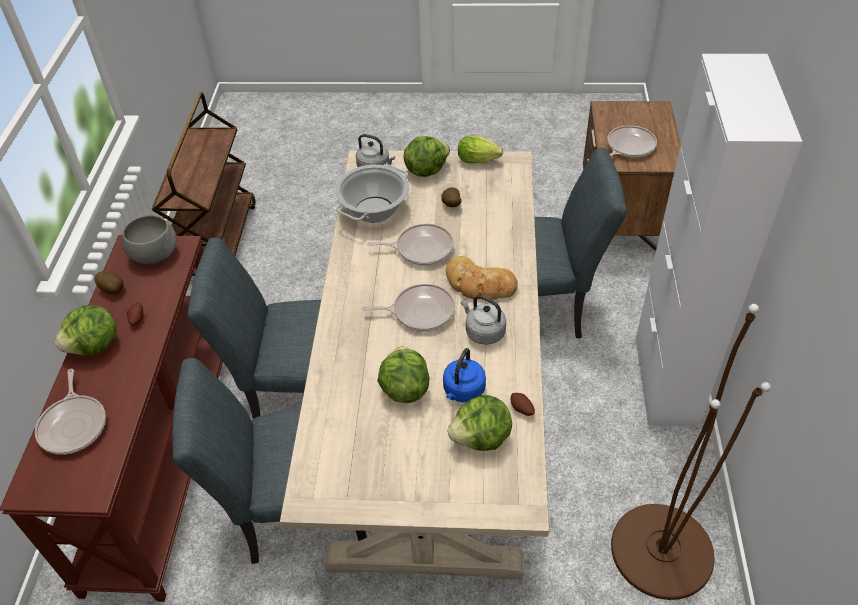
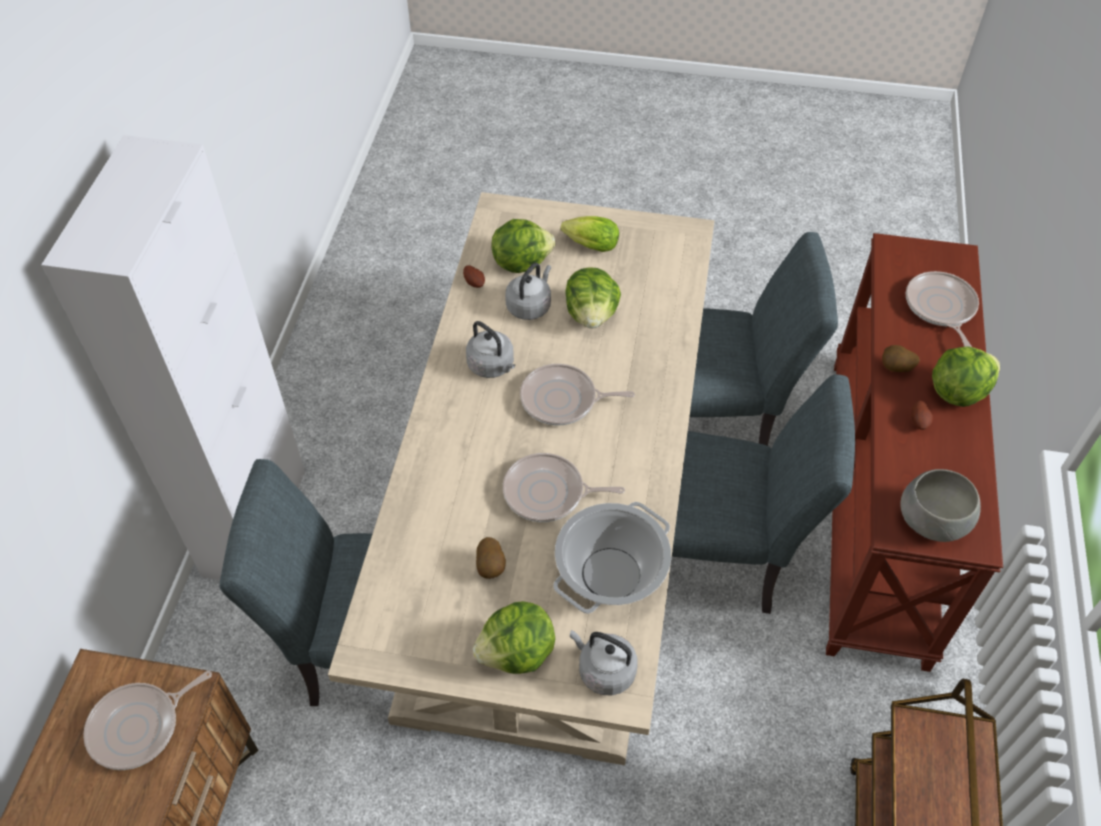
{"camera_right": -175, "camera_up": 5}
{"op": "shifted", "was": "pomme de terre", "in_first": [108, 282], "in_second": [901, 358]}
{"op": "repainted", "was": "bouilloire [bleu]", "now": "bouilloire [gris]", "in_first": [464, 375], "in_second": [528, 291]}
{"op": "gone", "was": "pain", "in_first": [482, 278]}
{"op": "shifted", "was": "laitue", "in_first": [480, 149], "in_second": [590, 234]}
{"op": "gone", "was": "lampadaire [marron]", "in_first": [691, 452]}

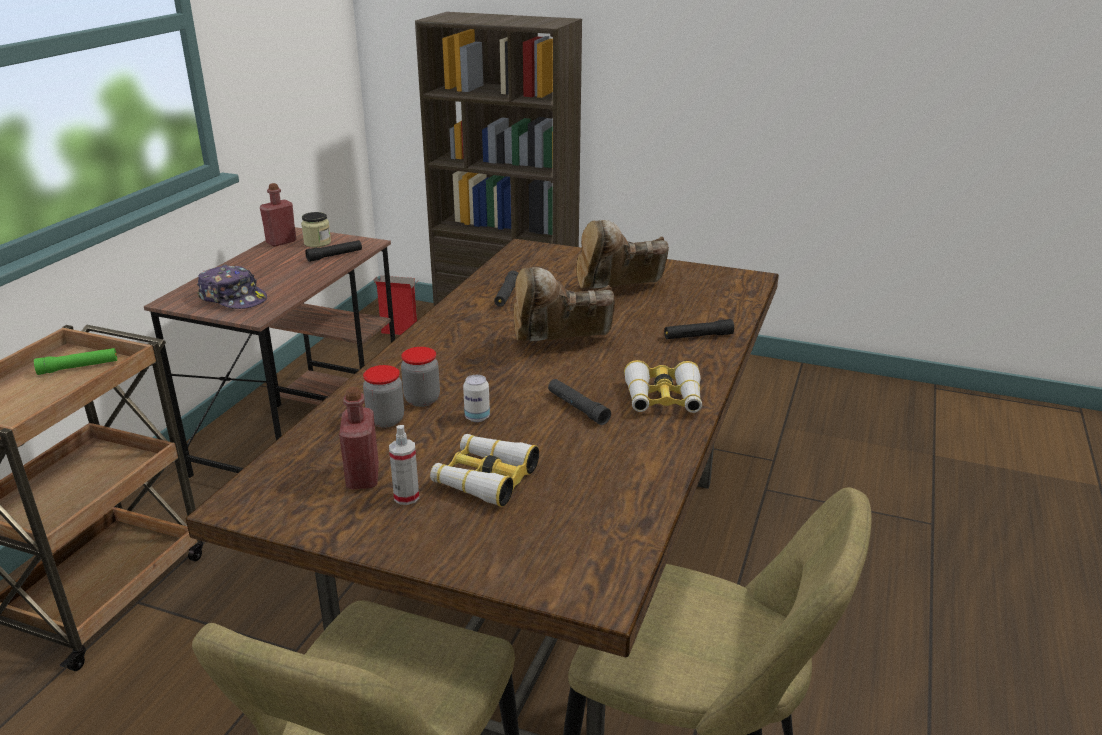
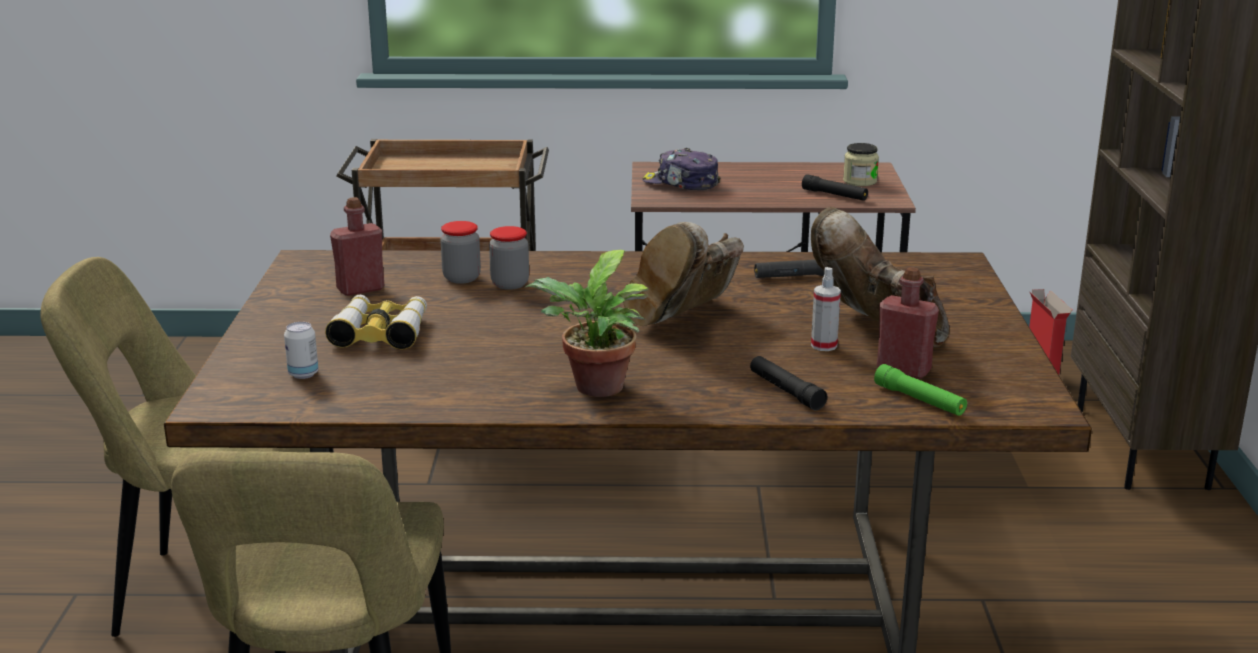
{"camera_right": 70, "camera_up": -5}
{"op": "shifted", "was": "lampe de poche [vert]", "in_first": [75, 361], "in_second": [920, 390]}
{"op": "rotated", "was": "casquette", "in_first": [232, 286], "in_second": [681, 169], "clockwise": 105}
{"op": "shifted", "was": "bouteille [rouge]", "in_first": [278, 215], "in_second": [908, 323]}
{"op": "shifted", "was": "vaporisateur", "in_first": [404, 465], "in_second": [826, 309]}
{"op": "shifted", "was": "boîte métallique", "in_first": [476, 398], "in_second": [301, 350]}
{"op": "rotated", "was": "botte [marron]", "in_first": [564, 304], "in_second": [684, 274], "clockwise": -105}
{"op": "gone", "was": "lampe de poche [noir]", "in_first": [579, 402]}
{"op": "swapped", "was": "jumelles", "now": "plante en pot", "in_first": [663, 386], "in_second": [586, 323]}

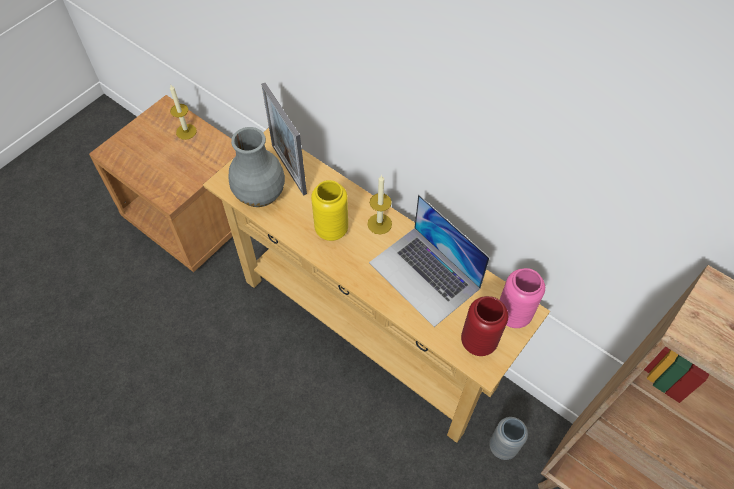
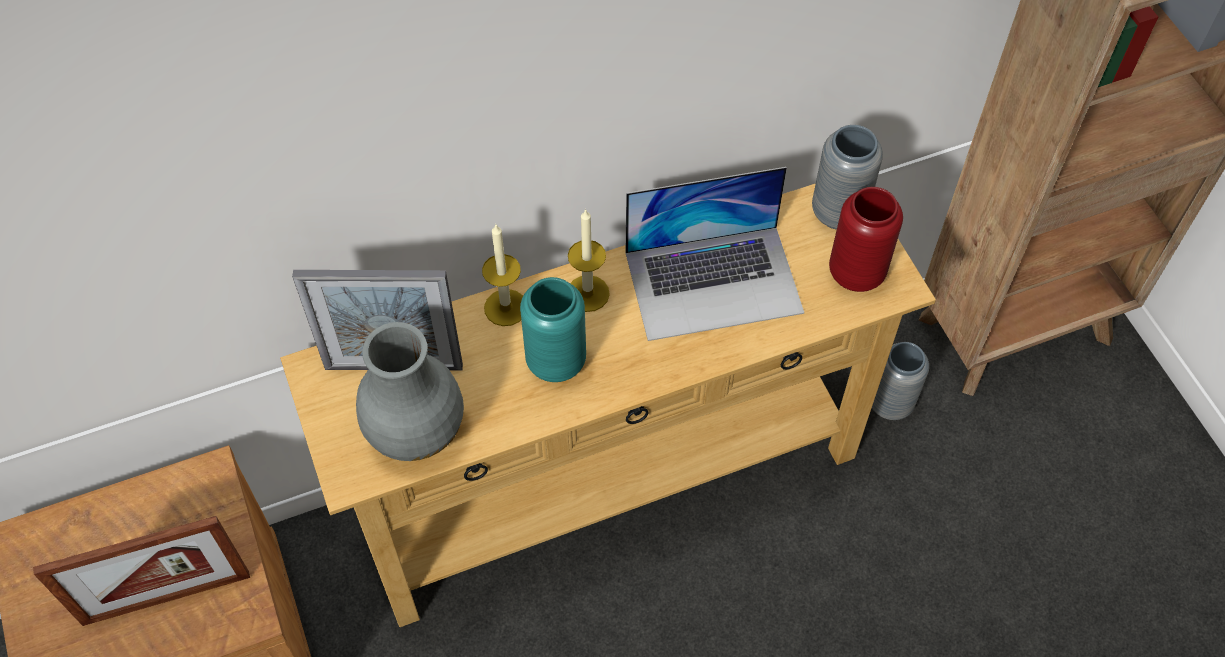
{"camera_right": -60, "camera_up": 0}
{"op": "shifted", "was": "bougie", "in_first": [183, 112], "in_second": [502, 275]}
{"op": "repainted", "was": "vase [jaune]", "now": "vase [turquoise]", "in_first": [329, 210], "in_second": [553, 329]}
{"op": "repainted", "was": "vase [rose]", "now": "vase [gris]", "in_first": [522, 298], "in_second": [847, 177]}
{"op": "new", "now": "cadre photo", "in_second": [141, 571]}

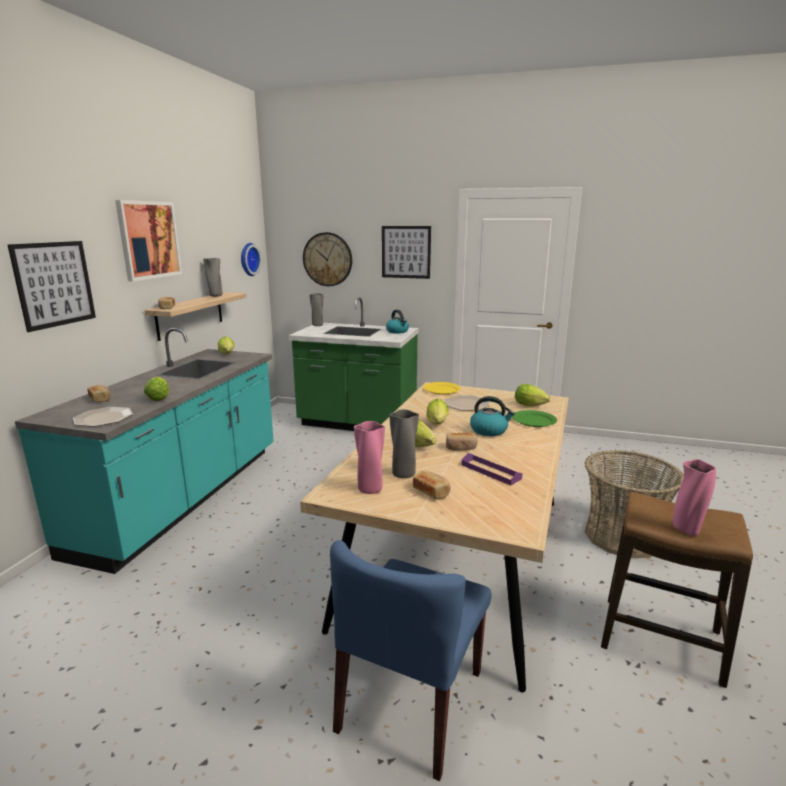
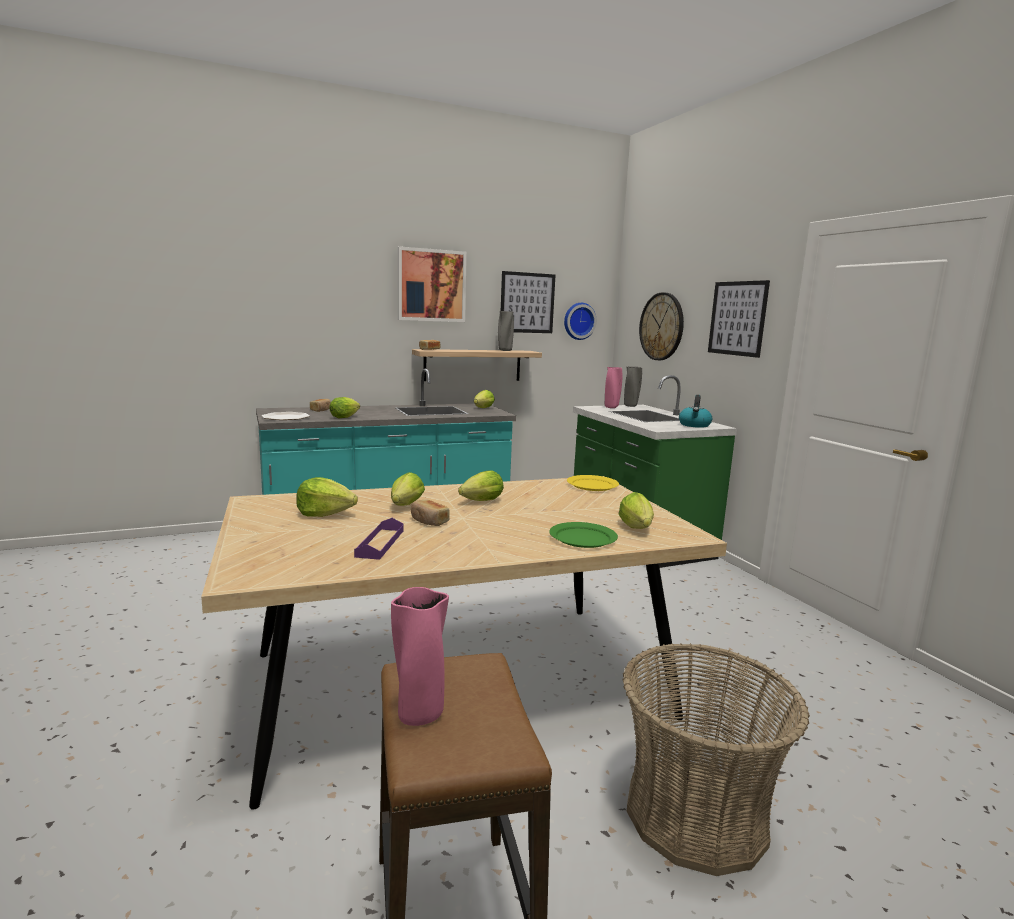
{"camera_right": 50, "camera_up": -5}
{"op": "shifted", "was": "tableau", "in_first": [51, 286], "in_second": [528, 302]}
{"op": "gone", "was": "chaise [bleu]", "in_first": [411, 660]}
{"op": "shifted", "was": "vase [rose]", "in_first": [369, 457], "in_second": [613, 387]}
{"op": "swapped", "was": "vase [gris]", "now": "laitue", "in_first": [404, 443], "in_second": [327, 497]}
{"op": "gone", "was": "pain", "in_first": [431, 485]}
{"op": "gone", "was": "assiette", "in_first": [467, 403]}
{"op": "gone", "was": "bouilloire", "in_first": [492, 416]}

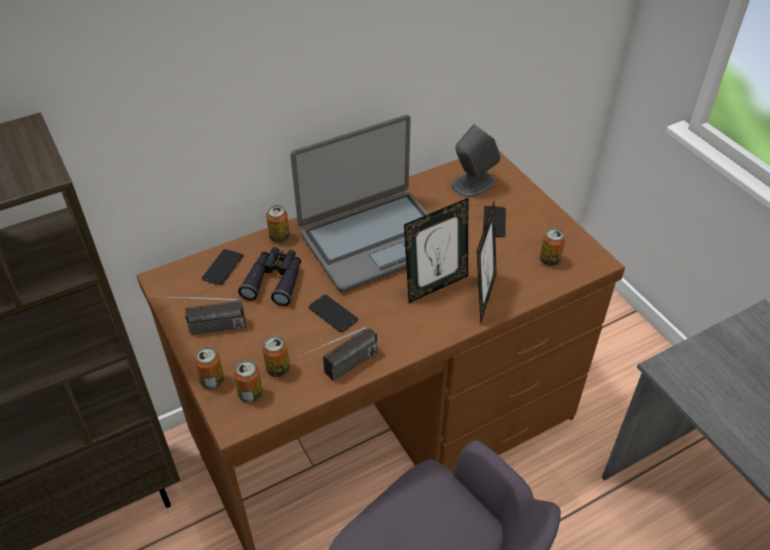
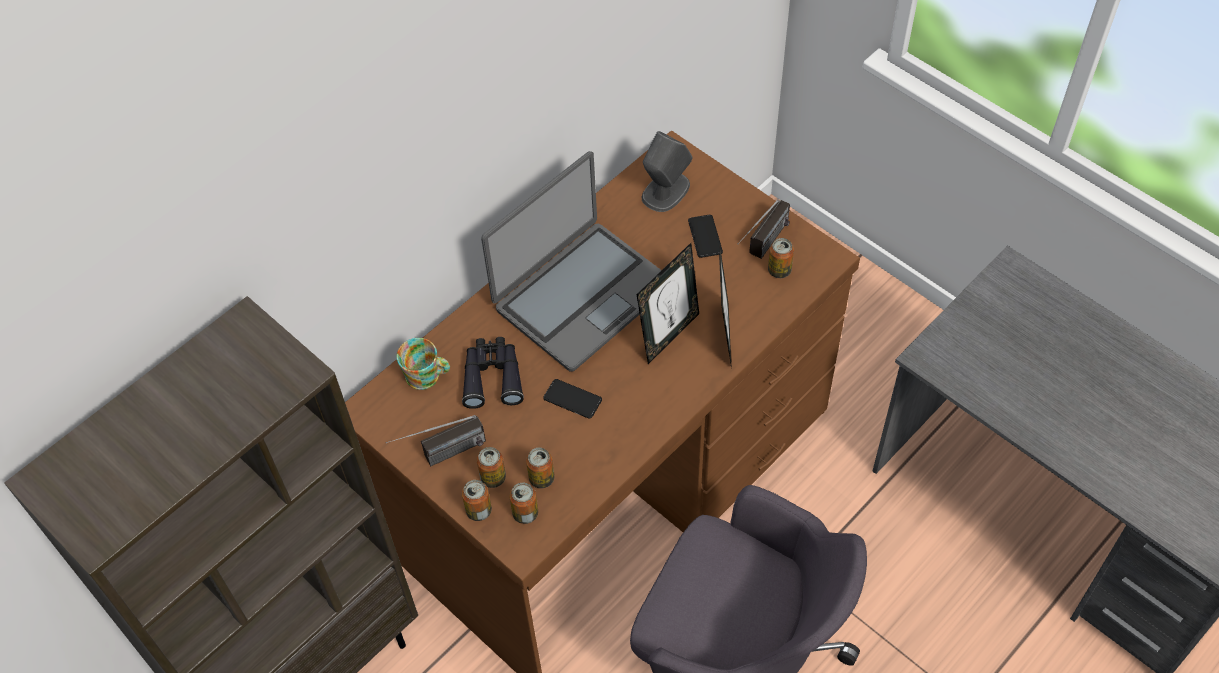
{"camera_right": -15, "camera_up": 10}
{"op": "swapped", "was": "téléphone", "now": "mug", "in_first": [222, 267], "in_second": [423, 364]}
{"op": "shifted", "was": "boîte métallique", "in_first": [278, 224], "in_second": [491, 467]}
{"op": "shifted", "was": "radio", "in_first": [336, 353], "in_second": [763, 229]}

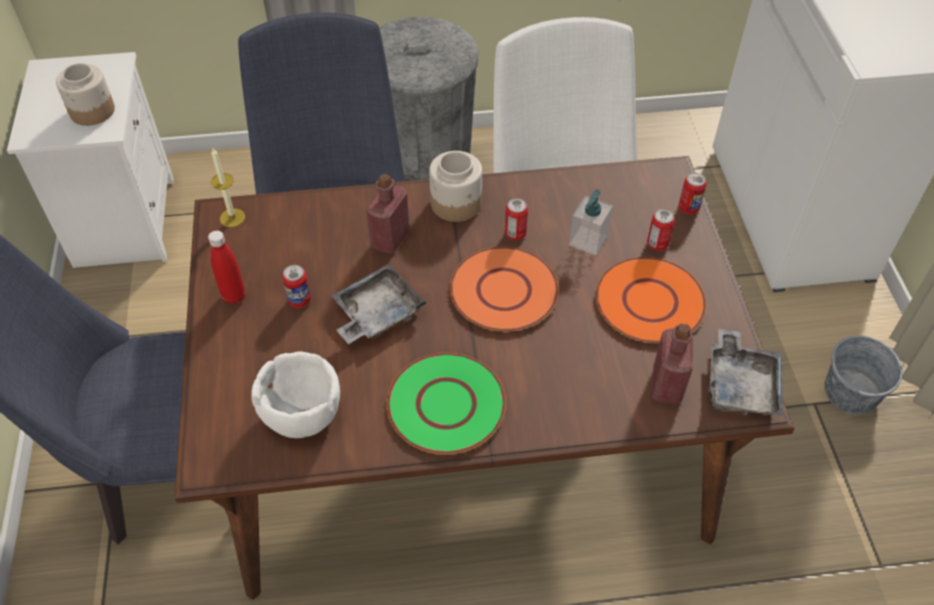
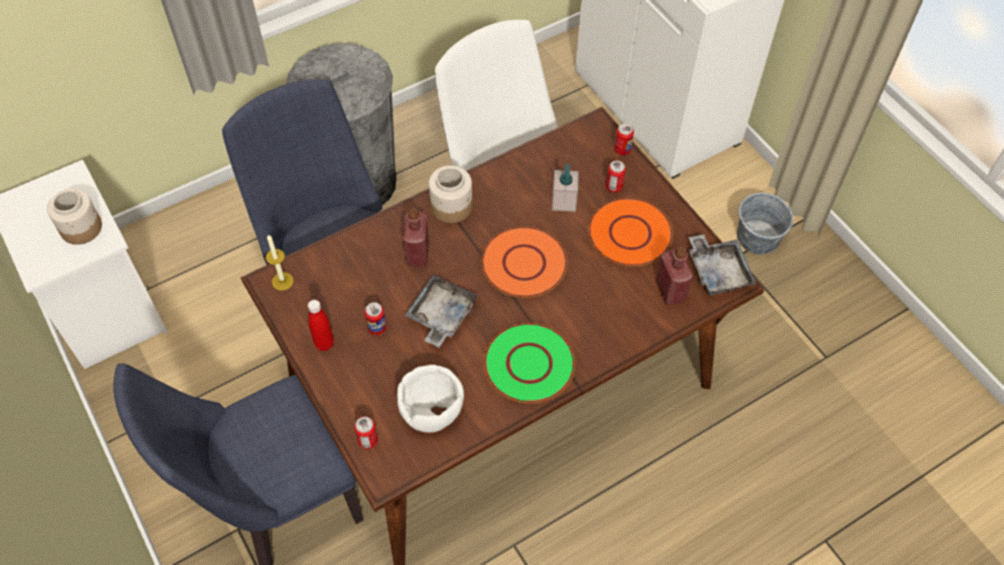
{"camera_right": -25, "camera_up": 5}
{"op": "shifted", "was": "boîte métallique", "in_first": [516, 219], "in_second": [366, 433]}

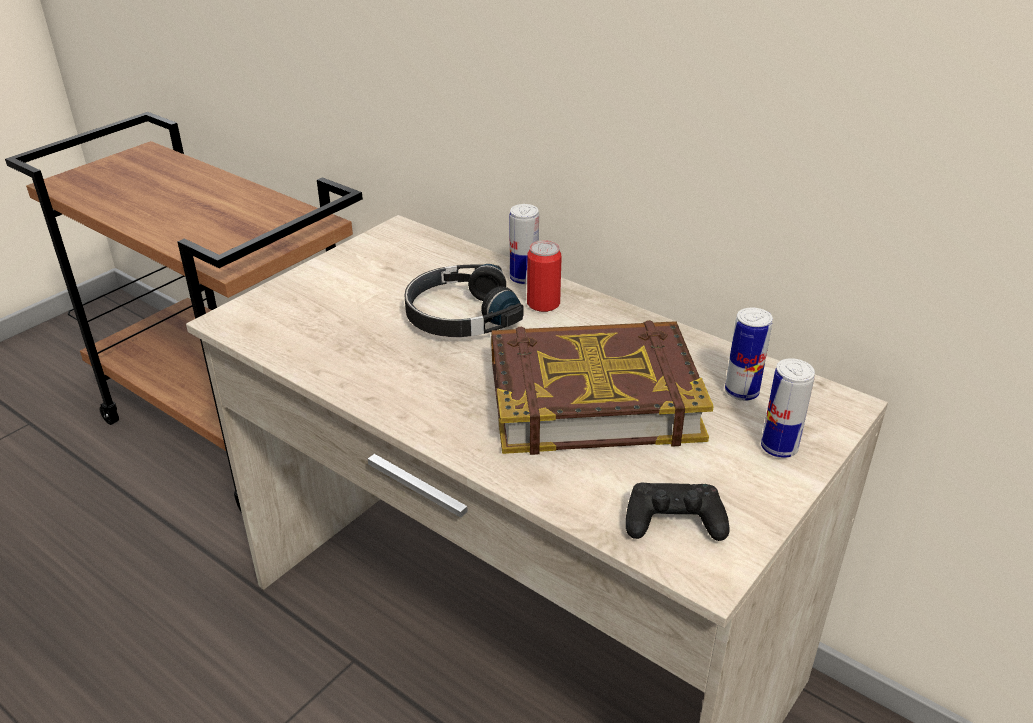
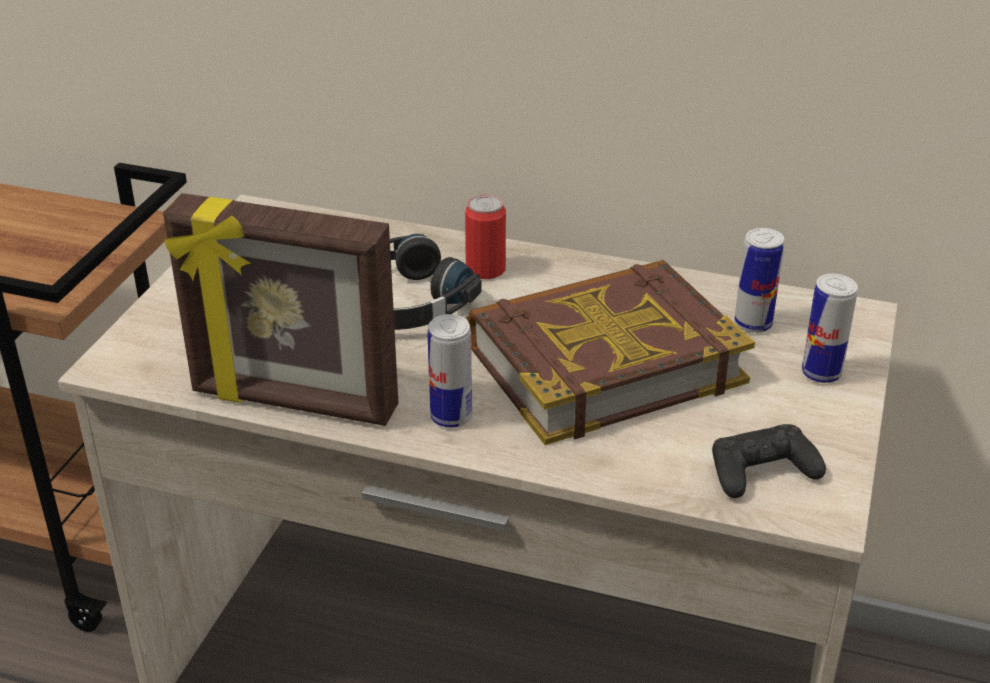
{"camera_right": -20, "camera_up": 0}
{"op": "shifted", "was": "boîte métallique", "in_first": [524, 244], "in_second": [450, 371]}
{"op": "new", "now": "cadre photo", "in_second": [280, 309]}

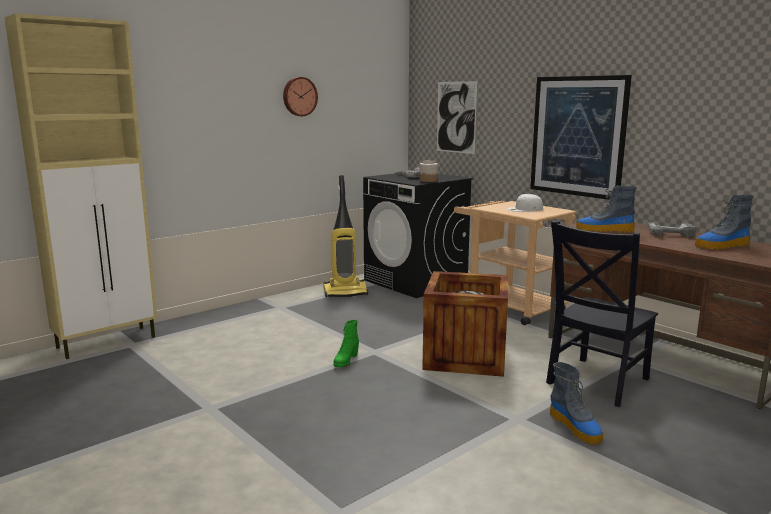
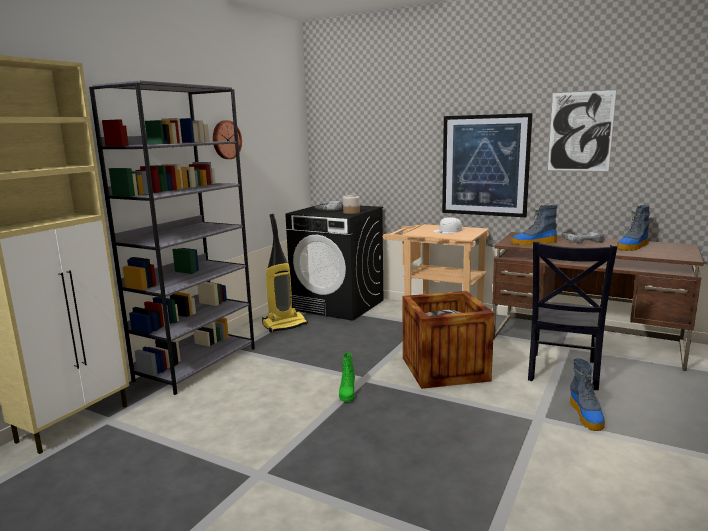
{"camera_right": -20, "camera_up": 0}
{"op": "shifted", "was": "tableau", "in_first": [457, 117], "in_second": [582, 130]}
{"op": "rotated", "was": "botte", "in_first": [576, 403], "in_second": [587, 394], "clockwise": 45}
{"op": "new", "now": "bibliothèque [gris]", "in_second": [172, 237]}

